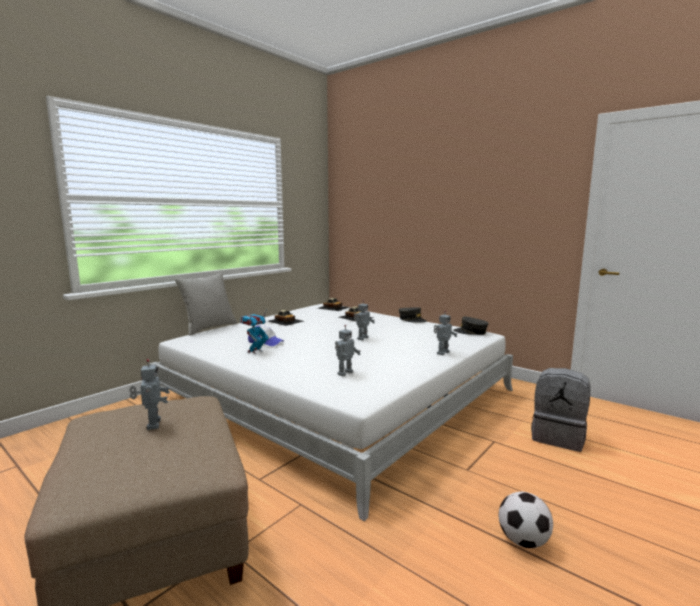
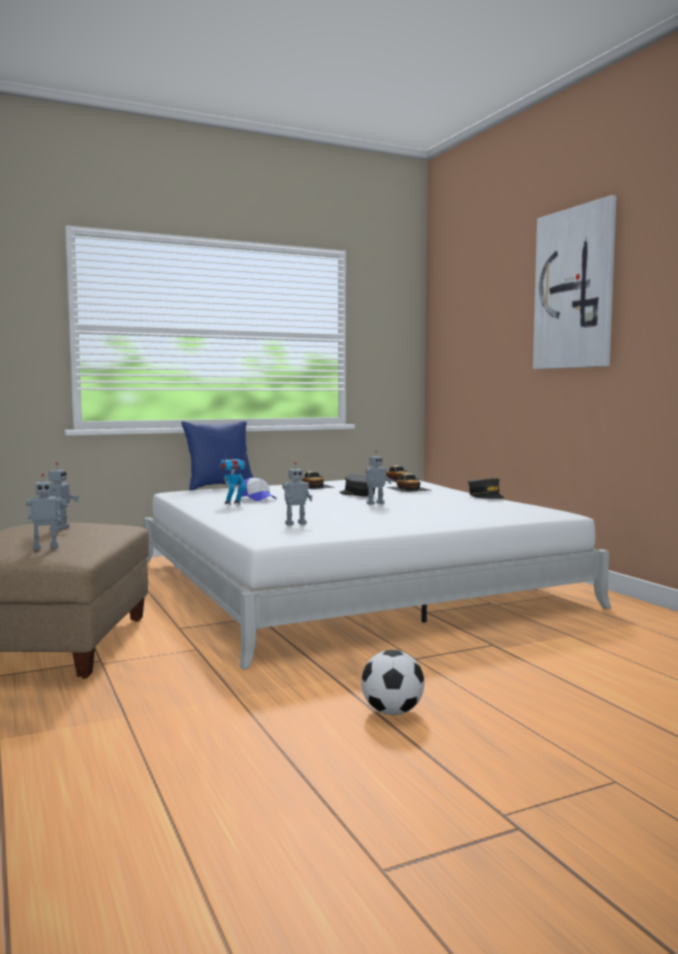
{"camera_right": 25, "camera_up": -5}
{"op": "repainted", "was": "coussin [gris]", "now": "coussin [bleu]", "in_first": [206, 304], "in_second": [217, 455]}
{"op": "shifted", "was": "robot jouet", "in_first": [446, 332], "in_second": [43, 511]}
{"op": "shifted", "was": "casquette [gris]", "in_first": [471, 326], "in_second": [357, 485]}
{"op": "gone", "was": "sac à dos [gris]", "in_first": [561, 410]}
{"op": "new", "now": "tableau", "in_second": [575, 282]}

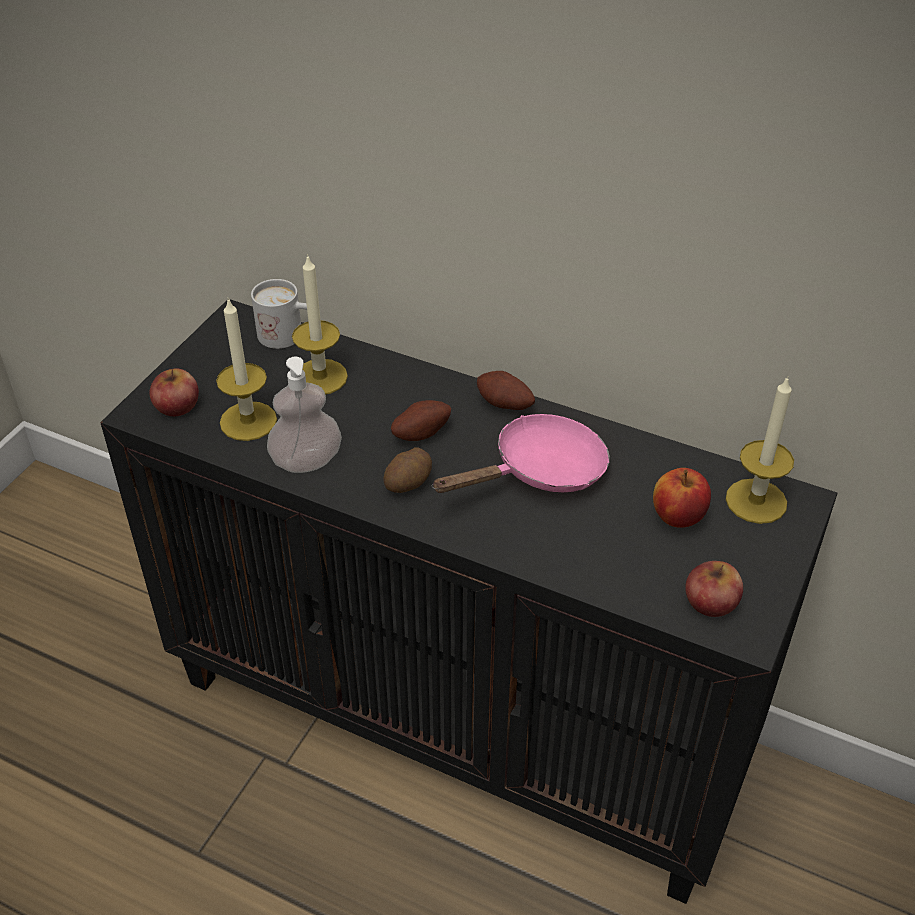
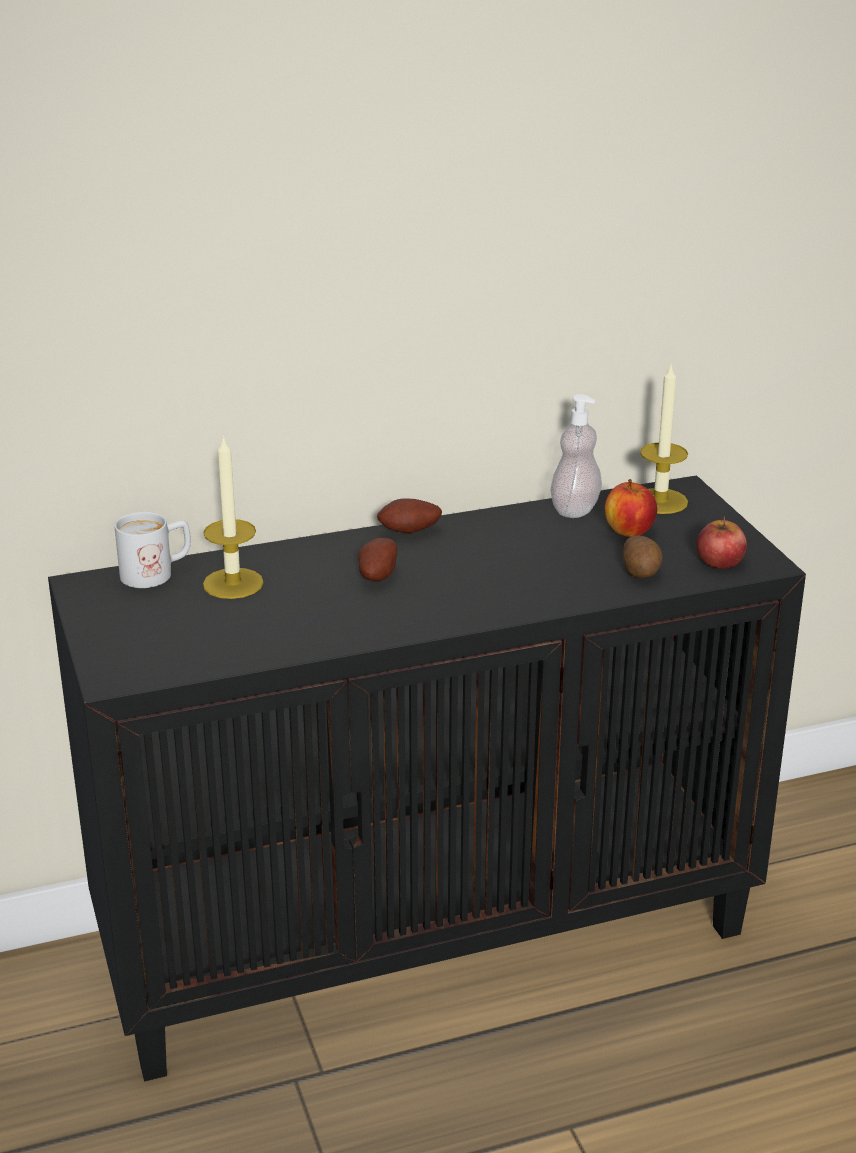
{"camera_right": -45, "camera_up": -15}
{"op": "gone", "was": "pomme", "in_first": [174, 392]}
{"op": "gone", "was": "bougie", "in_first": [246, 369]}
{"op": "shifted", "was": "distributeur de savon", "in_first": [304, 414], "in_second": [576, 456]}
{"op": "shifted", "was": "pomme de terre", "in_first": [407, 470], "in_second": [643, 556]}
{"op": "gone", "was": "poêle [rose]", "in_first": [521, 453]}

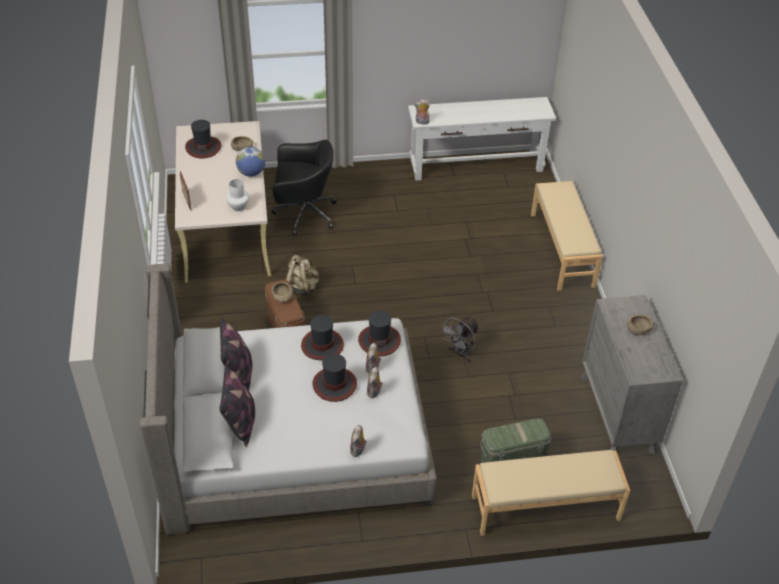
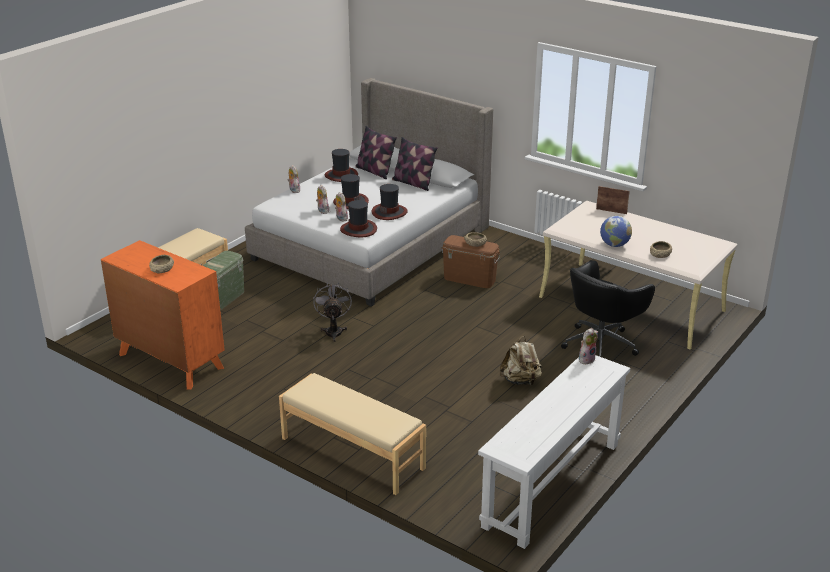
{"camera_right": 135, "camera_up": -15}
{"op": "shifted", "was": "chapeau", "in_first": [203, 139], "in_second": [341, 165]}
{"op": "gone", "was": "vase [blanc]", "in_first": [237, 195]}
{"op": "shifted", "was": "sac à dos [beige]", "in_first": [302, 275], "in_second": [521, 361]}
{"op": "repainted", "was": "commode [gris]", "now": "commode [orange]", "in_first": [631, 375], "in_second": [163, 315]}

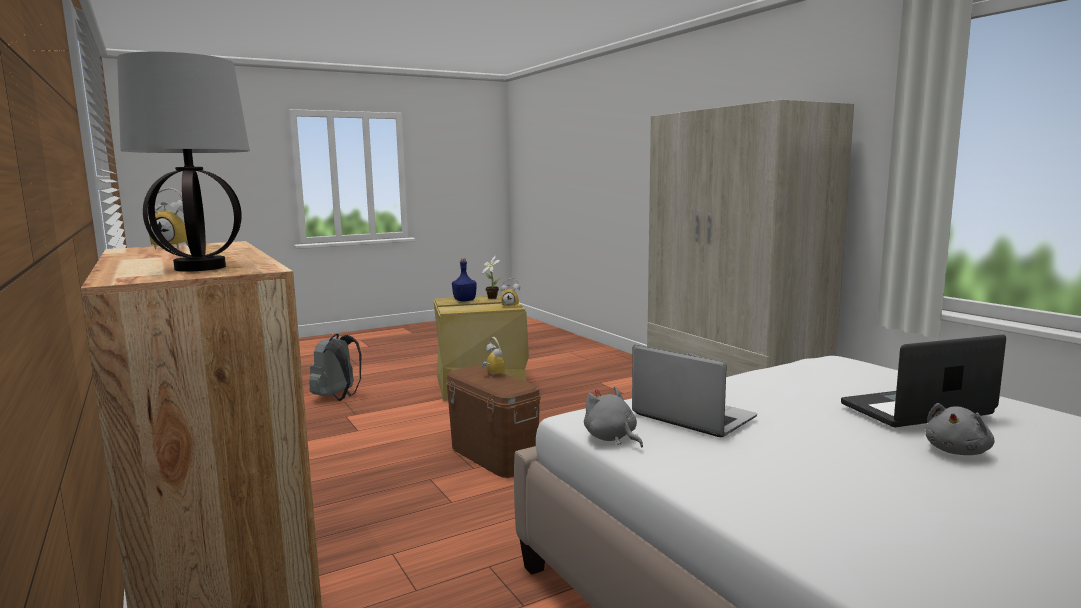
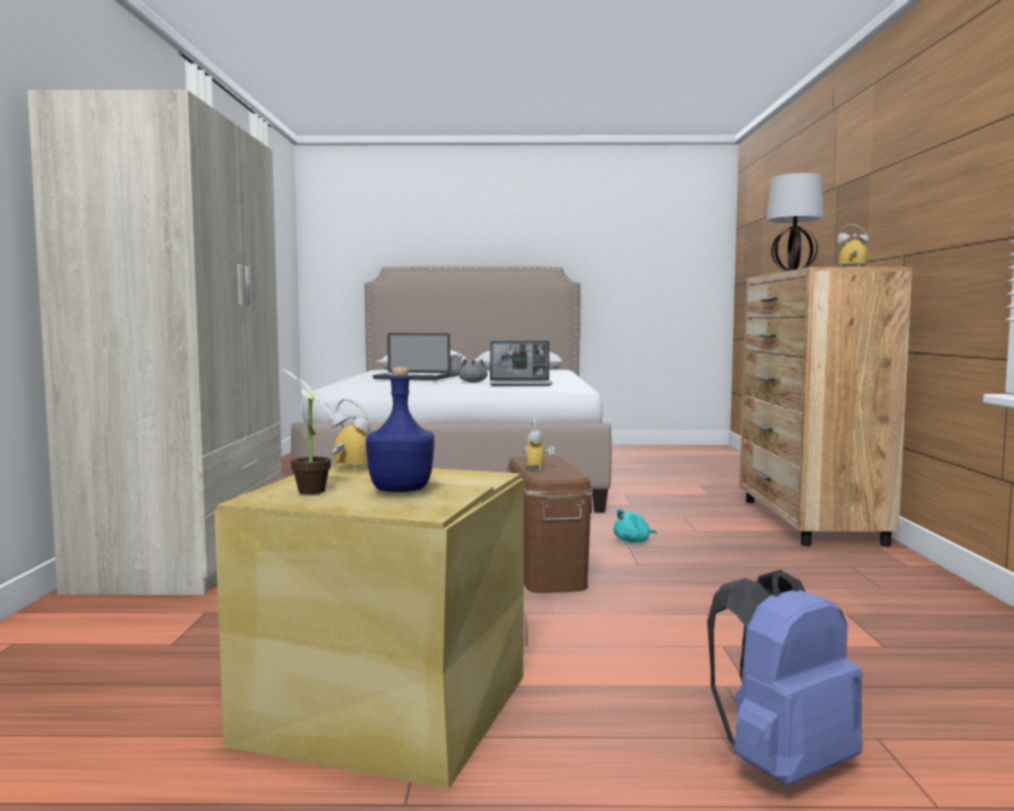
{"camera_right": -150, "camera_up": -5}
{"op": "repainted", "was": "sac à dos [gris]", "now": "sac à dos [bleu]", "in_first": [335, 367], "in_second": [785, 678]}
{"op": "shifted", "was": "peluche [gris]", "in_first": [613, 417], "in_second": [473, 370]}
{"op": "rotated", "was": "ordinateur portable", "in_first": [694, 391], "in_second": [521, 363], "clockwise": -75}
{"op": "new", "now": "peluche [turquoise]", "in_second": [635, 526]}

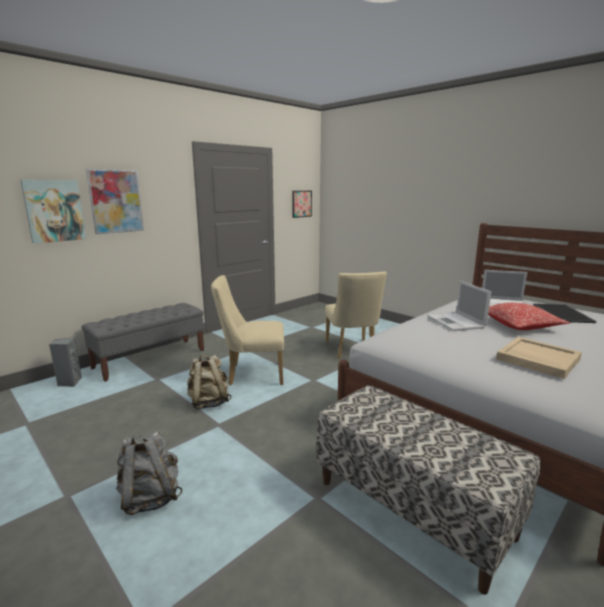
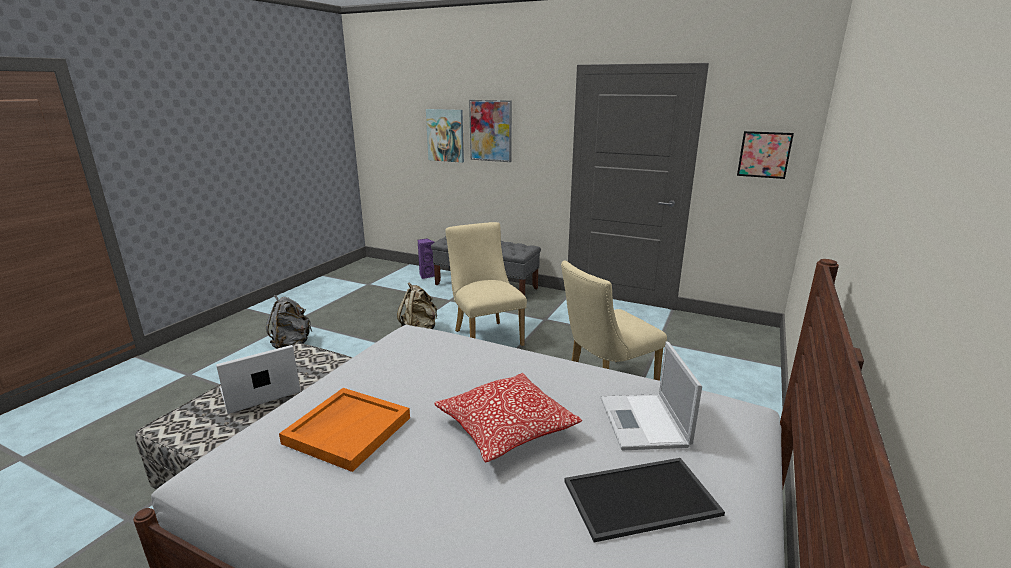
{"camera_right": 70, "camera_up": 5}
{"op": "repainted", "was": "enceinte [gris]", "now": "enceinte [violet]", "in_first": [65, 362], "in_second": [426, 258]}
{"op": "shifted", "was": "ordinateur portable", "in_first": [459, 306], "in_second": [258, 379]}
{"op": "repainted", "was": "plateau [beige]", "now": "plateau [orange]", "in_first": [539, 358], "in_second": [344, 430]}

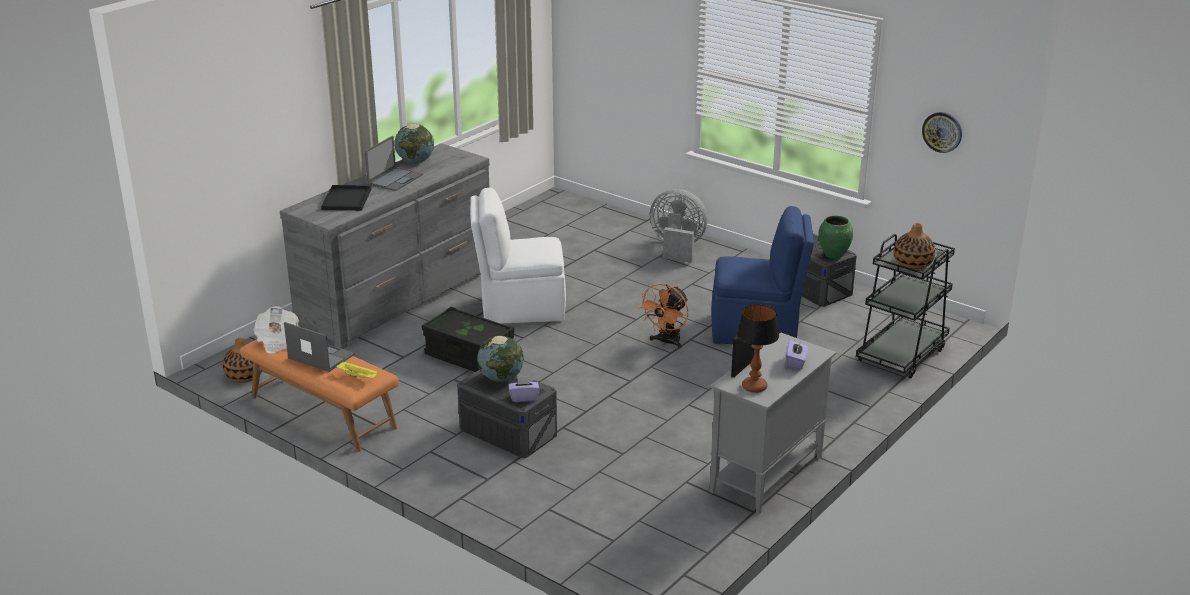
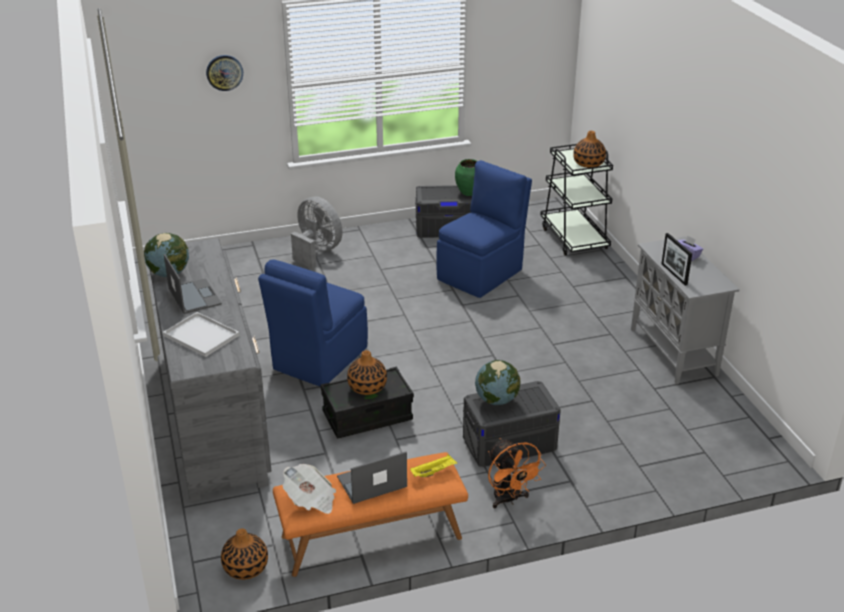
{"camera_right": -55, "camera_up": 5}
{"op": "repainted", "was": "plateau [noir]", "now": "plateau [blanc]", "in_first": [346, 198], "in_second": [201, 334]}
{"op": "repainted", "was": "chaise [blanc]", "now": "chaise [bleu]", "in_first": [518, 255], "in_second": [313, 323]}
{"op": "gone", "was": "boîte à mouchoirs [violet]", "in_first": [524, 389]}
{"op": "shifted", "was": "ventilateur [orange]", "in_first": [663, 316], "in_second": [517, 473]}
{"op": "rotated", "was": "ventilateur [gris]", "in_first": [679, 226], "in_second": [316, 233], "clockwise": 75}
{"op": "gone", "was": "lampe de table", "in_first": [758, 349]}
{"op": "shifted", "was": "horloge murale", "in_first": [942, 132], "in_second": [224, 73]}
{"op": "new", "now": "vase", "in_second": [367, 372]}

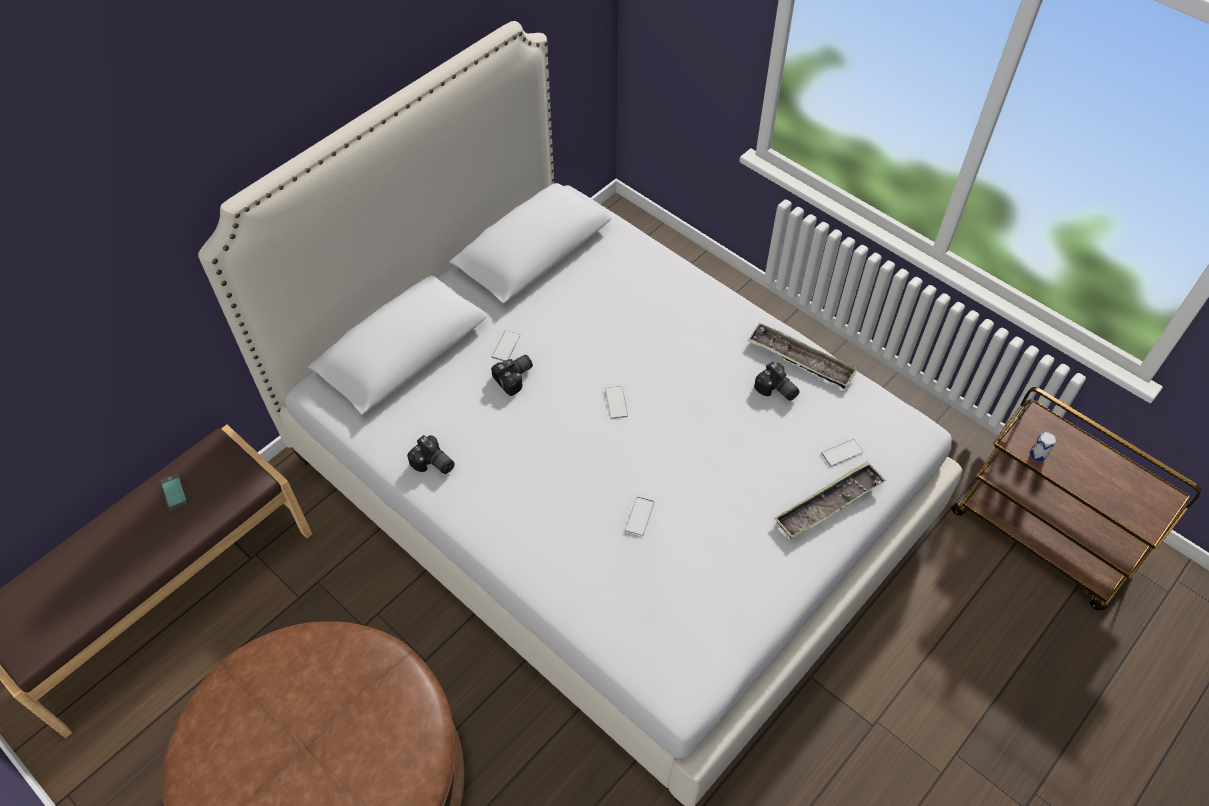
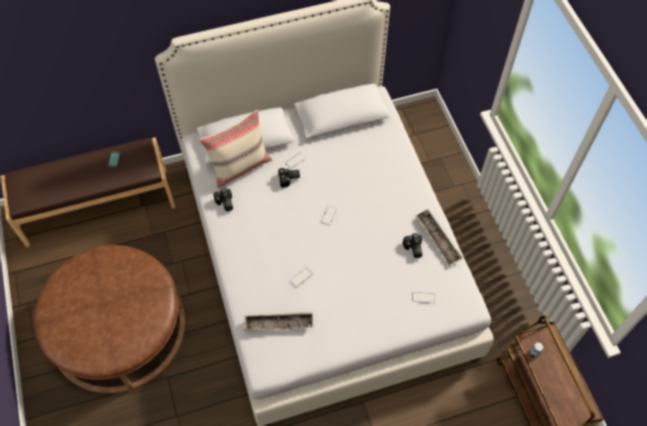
{"camera_right": 30, "camera_up": 5}
{"op": "shifted", "was": "plateau", "in_first": [830, 500], "in_second": [278, 321]}
{"op": "new", "now": "coussin [beige]", "in_second": [235, 149]}

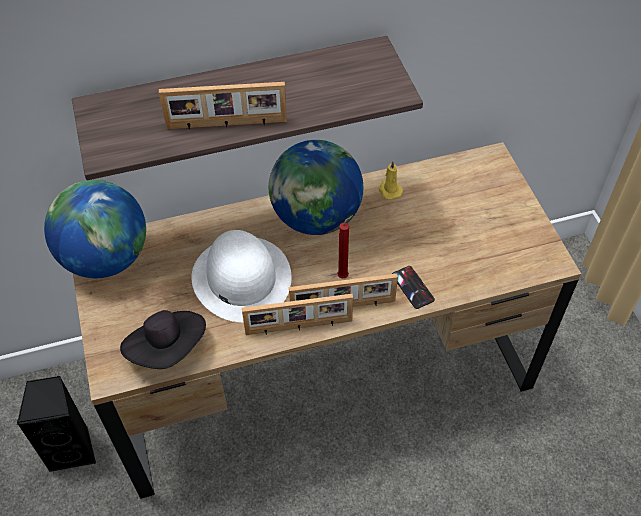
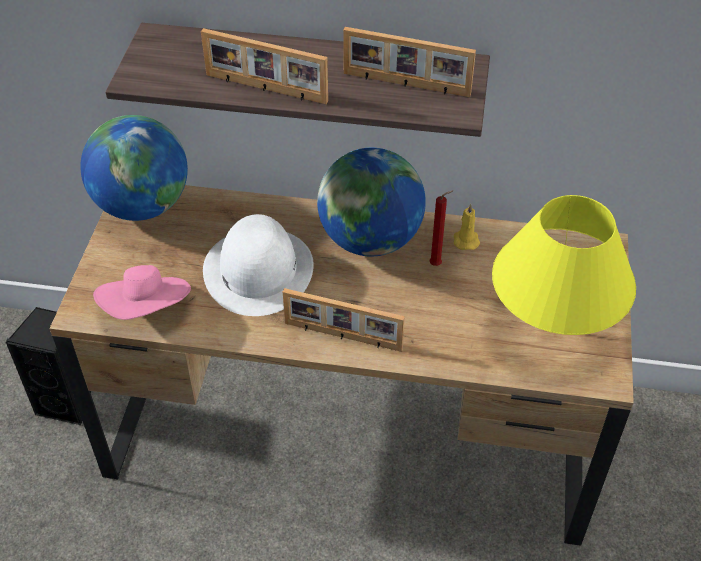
{"camera_right": 25, "camera_up": -5}
{"op": "repainted", "was": "chapeau [noir]", "now": "chapeau [rose]", "in_first": [163, 339], "in_second": [142, 292]}
{"op": "shifted", "was": "cadre photo", "in_first": [297, 314], "in_second": [409, 62]}
{"op": "shifted", "was": "bougie [rouge]", "in_first": [345, 246], "in_second": [441, 228]}
{"op": "gone", "was": "téléphone", "in_first": [413, 287]}
{"op": "new", "now": "lampe de table [jaune]", "in_second": [564, 265]}

